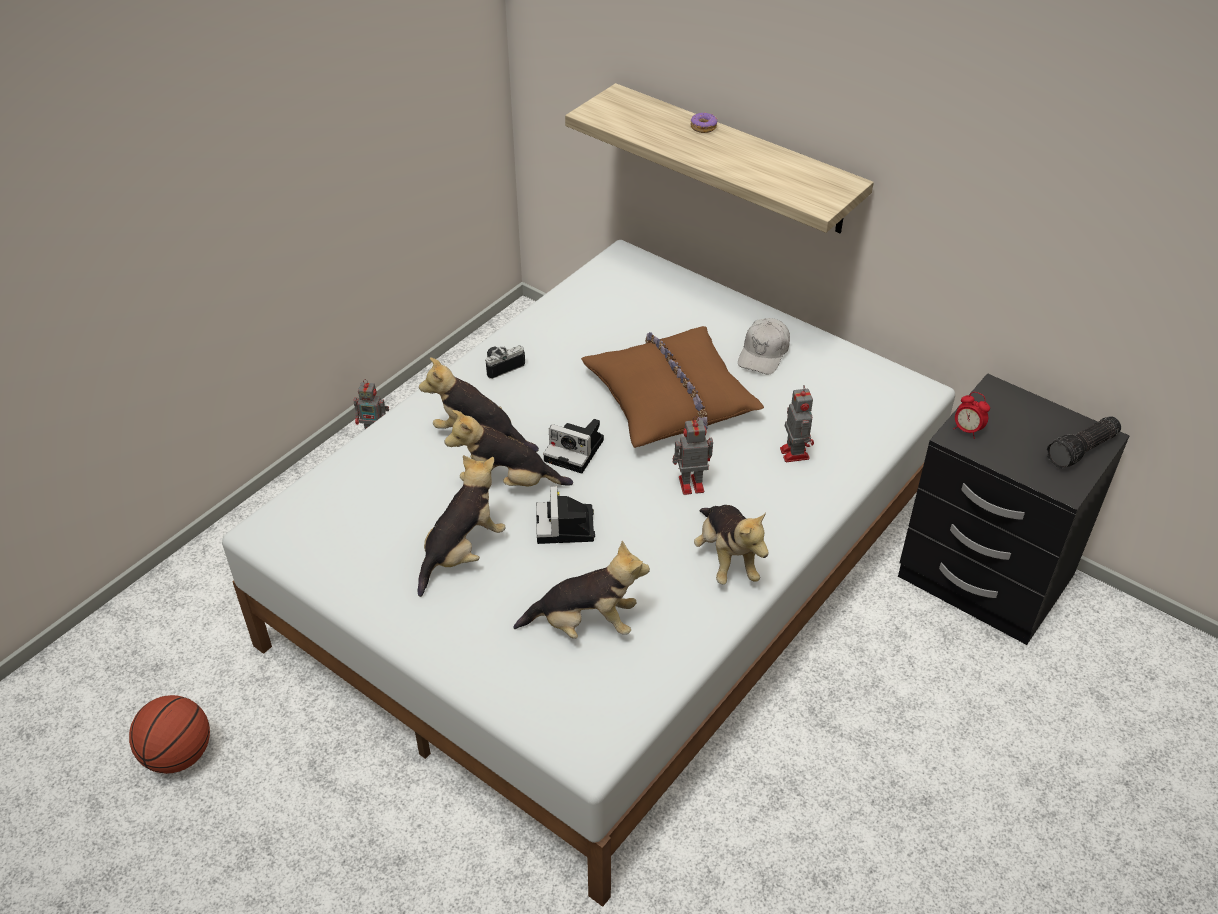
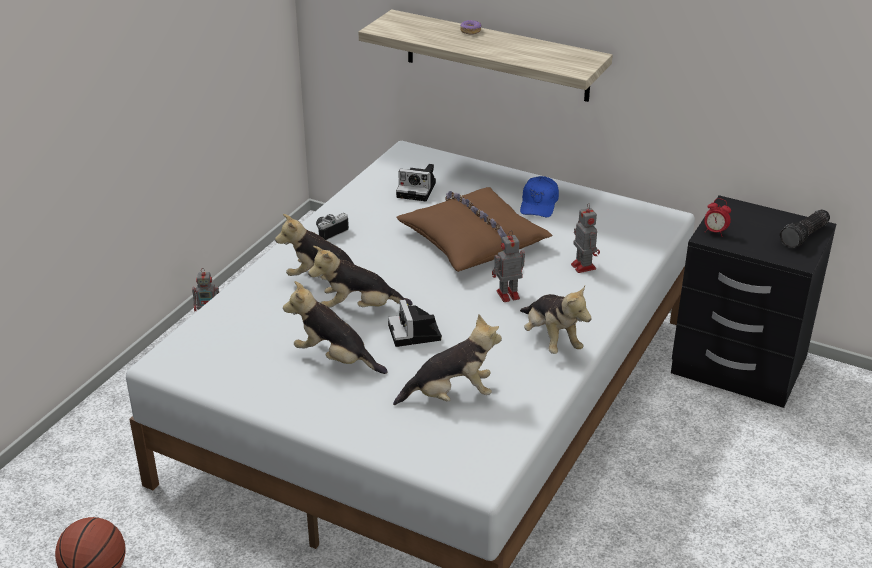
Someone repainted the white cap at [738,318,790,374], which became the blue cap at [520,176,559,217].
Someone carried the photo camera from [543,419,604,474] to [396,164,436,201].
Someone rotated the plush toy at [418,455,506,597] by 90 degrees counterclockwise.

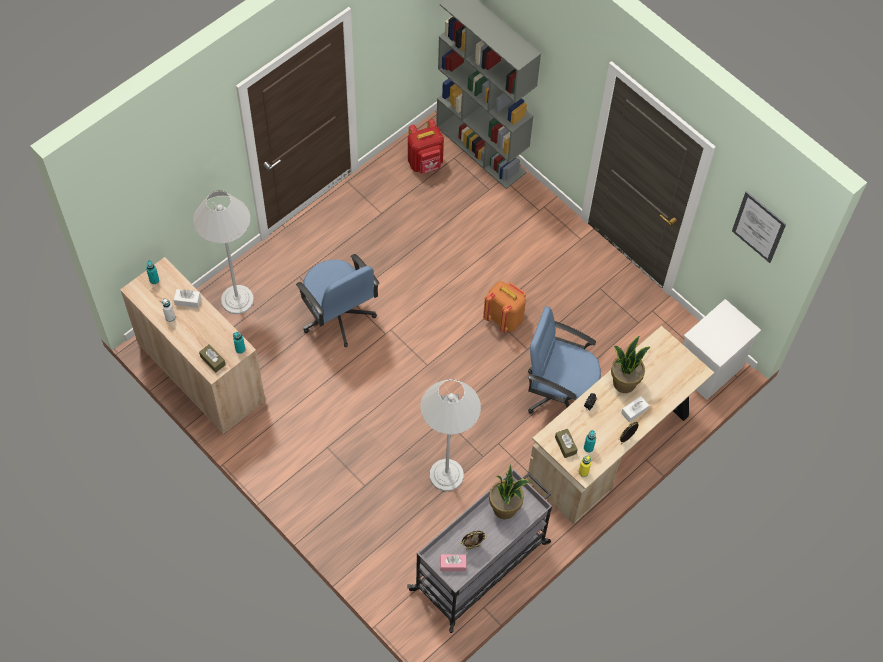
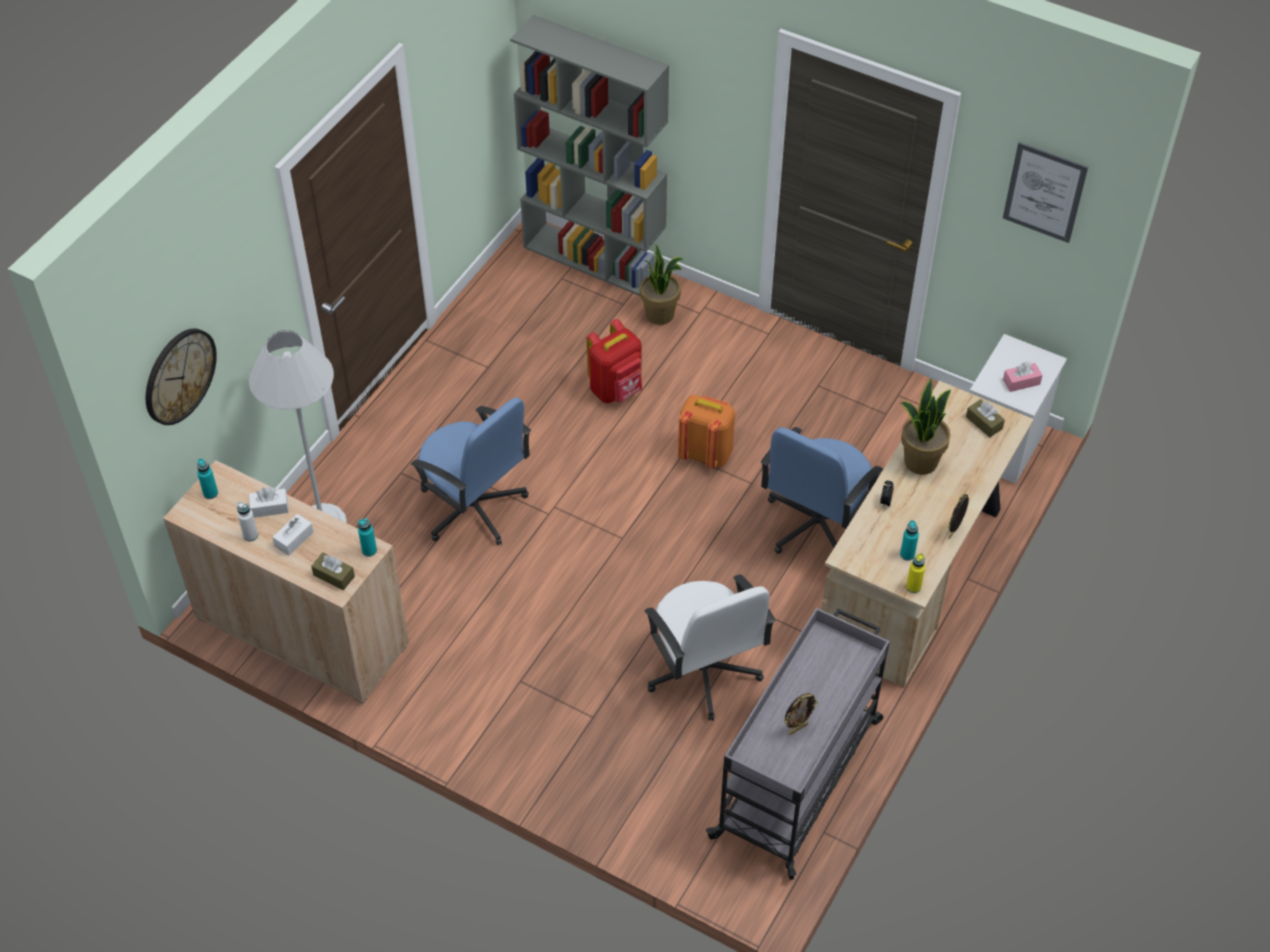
Someone carried the red backpack from [408,119,444,174] to [587,319,642,403].
Someone rotated the blue office chair at [528,306,601,414] by 60 degrees counterclockwise.
Someone swapped the white floor lamp at [420,379,481,492] for the white office chair at [644,574,775,721].
Someone carried the white tissue box from [621,396,649,423] to [272,514,314,556].
Someone carried the brown tissue box from [555,429,578,458] to [966,399,1005,437].
Someone carried the potted plant from [489,464,530,519] to [640,245,684,325].
Someone carried the pink tissue box from [440,554,467,571] to [1003,362,1043,392].
Someone put up the wall clock at [146,329,217,425].

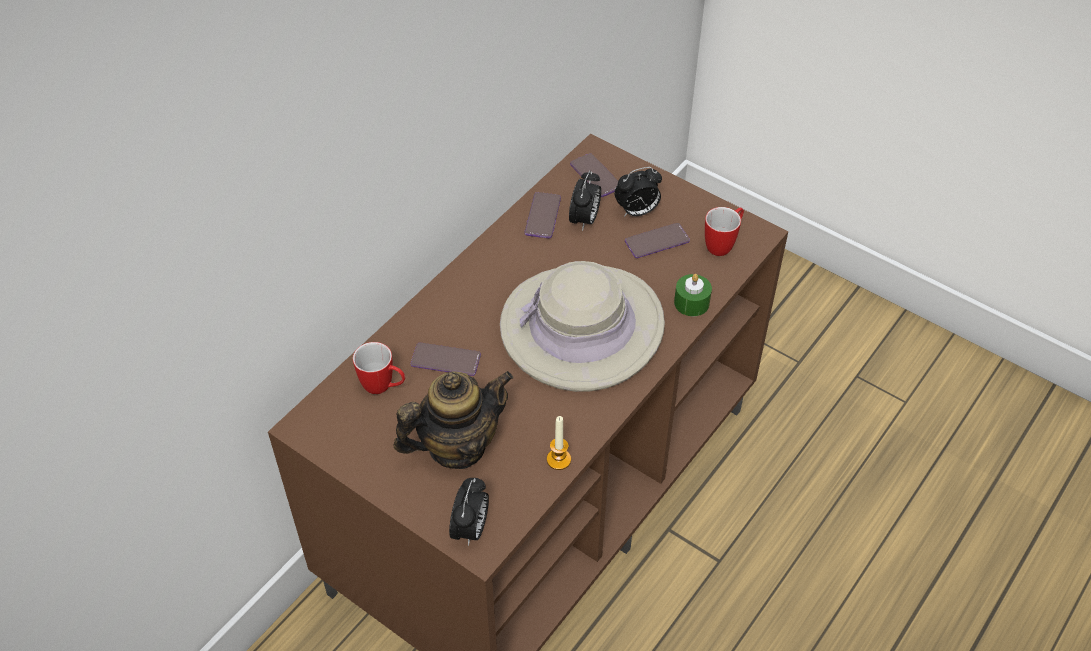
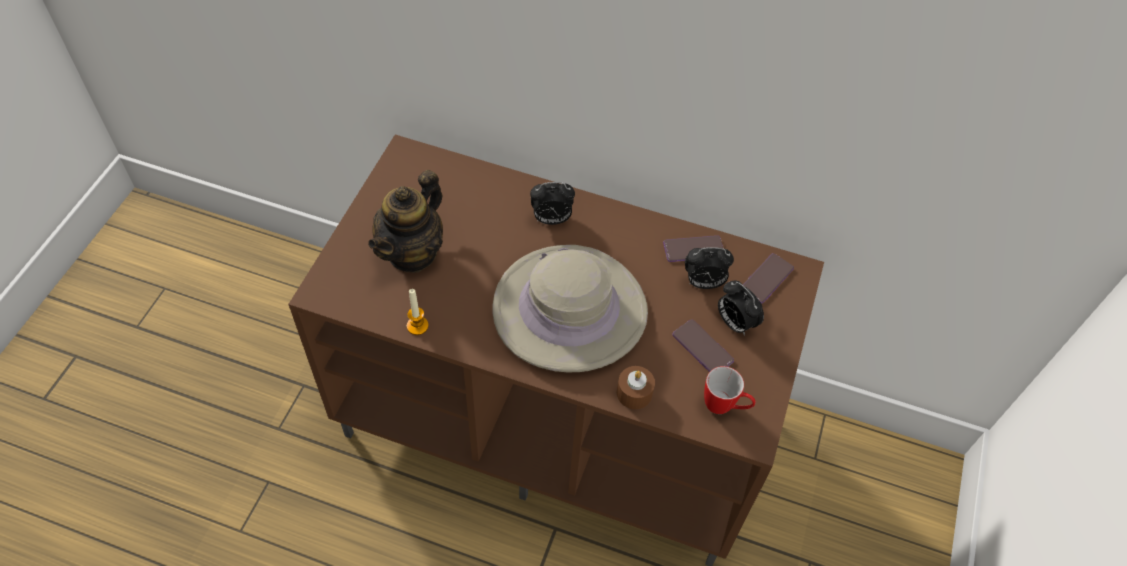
Someone repainted the green candle at [674,274,712,316], which became the brown candle at [617,366,655,409].
Someone took away the mug at [353,342,405,394].
Someone took away the phone at [411,343,481,376].
Someone rotated the teapot at [393,371,513,469] by 75 degrees clockwise.
Someone carried the alarm clock from [449,478,489,546] to [530,182,575,225].

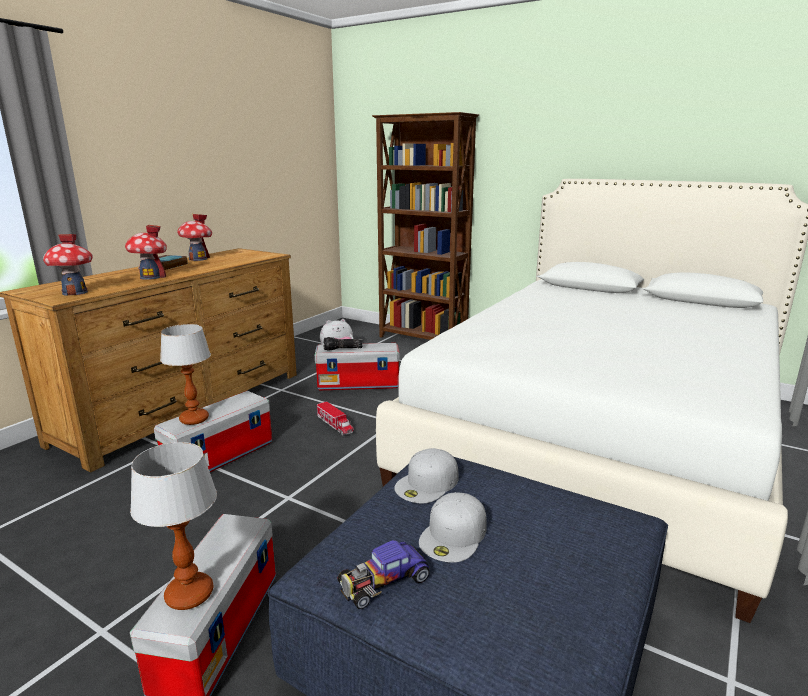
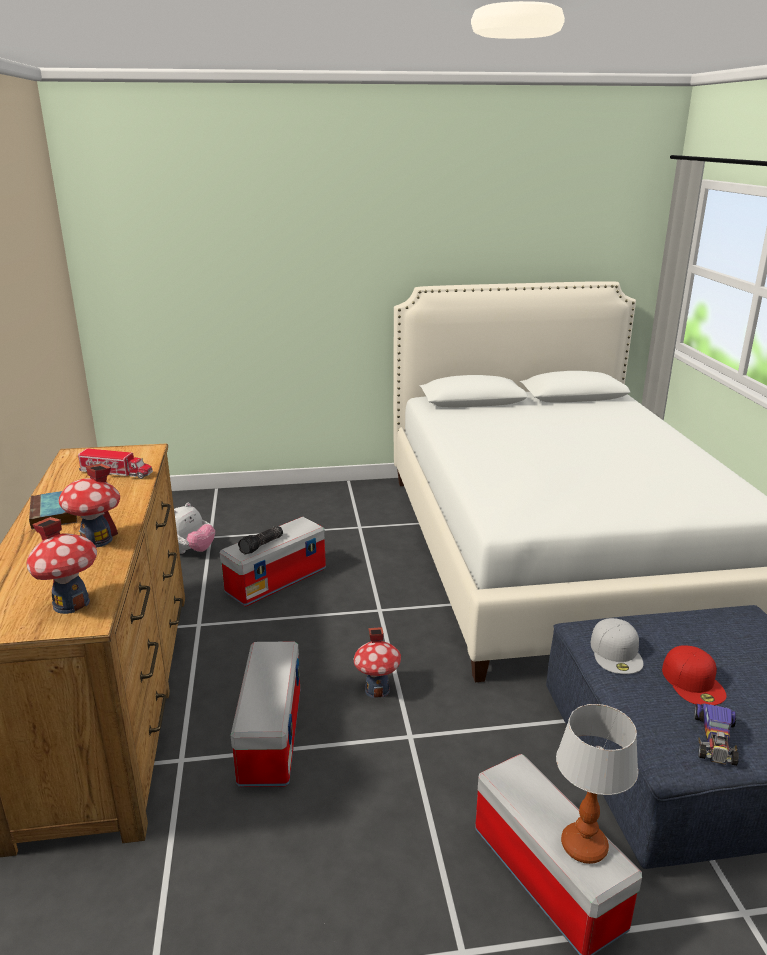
Someone took away the brown bookcase at [372,112,479,340].
Someone carried the toy house from [177,214,212,261] to [354,627,401,698].
Someone took away the table lamp at [160,324,211,425].
Someone carried the toy truck from [317,401,354,435] to [78,448,153,479].
Someone repainted the white cap at [419,492,487,563], which became the red cap at [662,645,727,705].

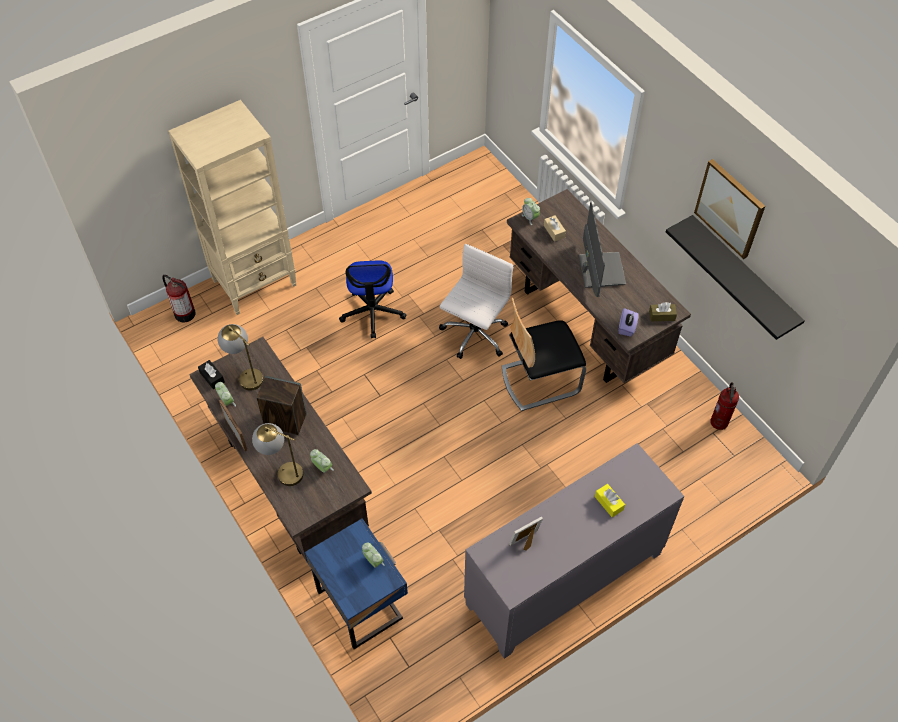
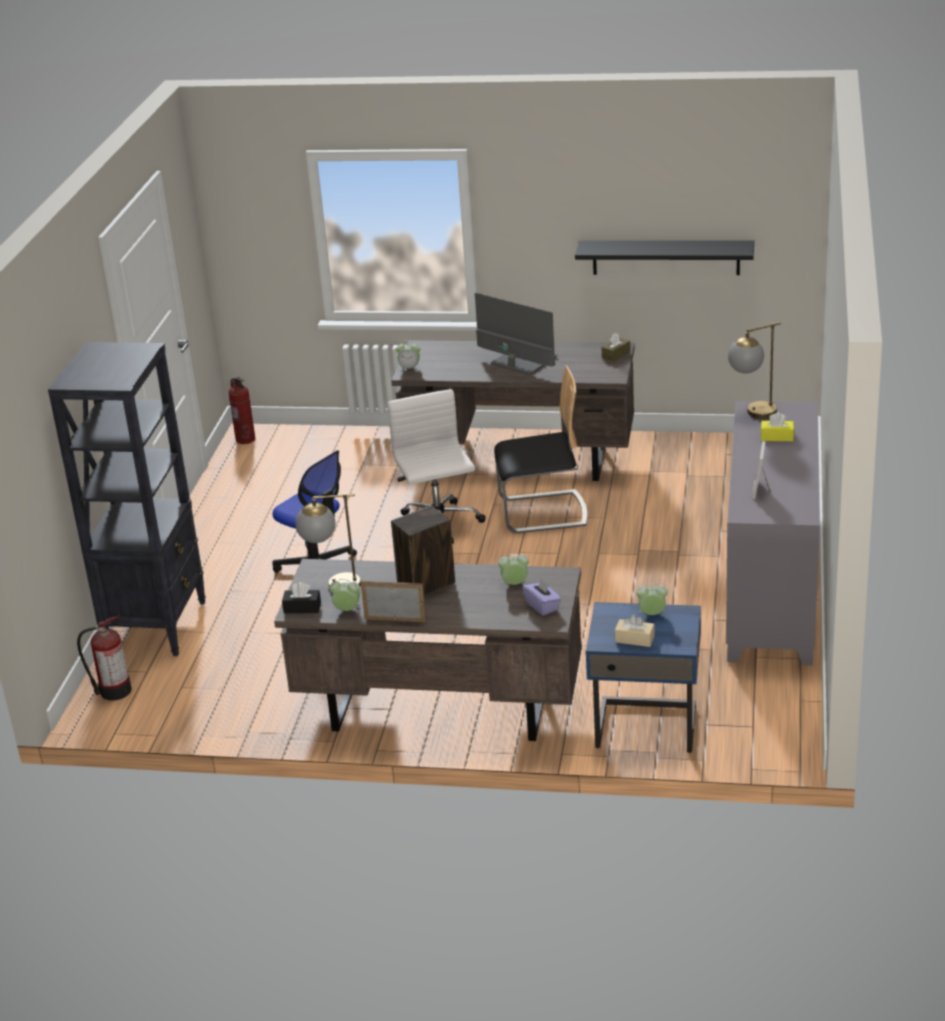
Someone repainted the beige bookcase at [168,100,296,315], which became the black bookcase at [48,342,206,656].
Someone took away the picture at [694,159,765,259].
Someone carried the beige tissue box from [544,215,566,242] to [615,615,655,647].
Someone rotated the chair at [502,298,586,411] by 120 degrees counterclockwise.
Someone carried the purple tissue box from [619,308,638,337] to [522,579,561,616].
Someone carried the fire extinguisher from [710,382,739,430] to [229,377,255,444].
Someone carried the table lamp from [252,423,303,486] to [728,322,781,419].

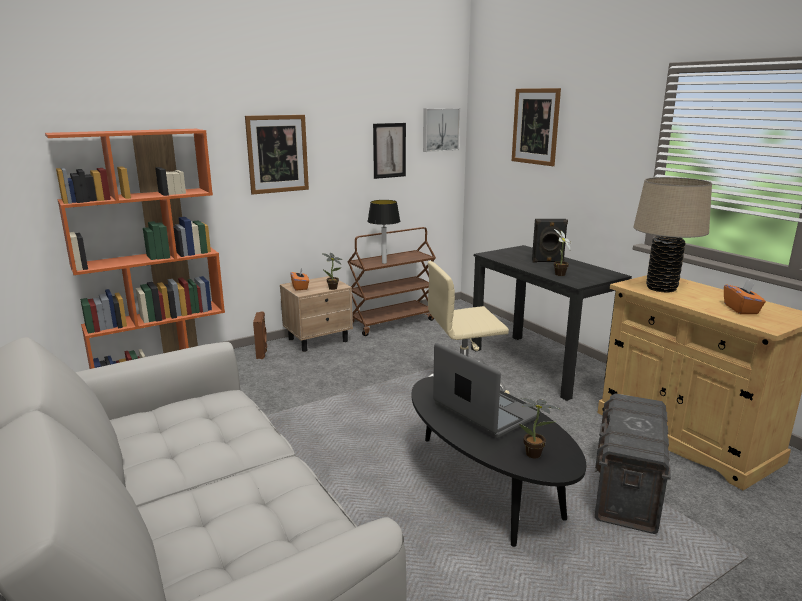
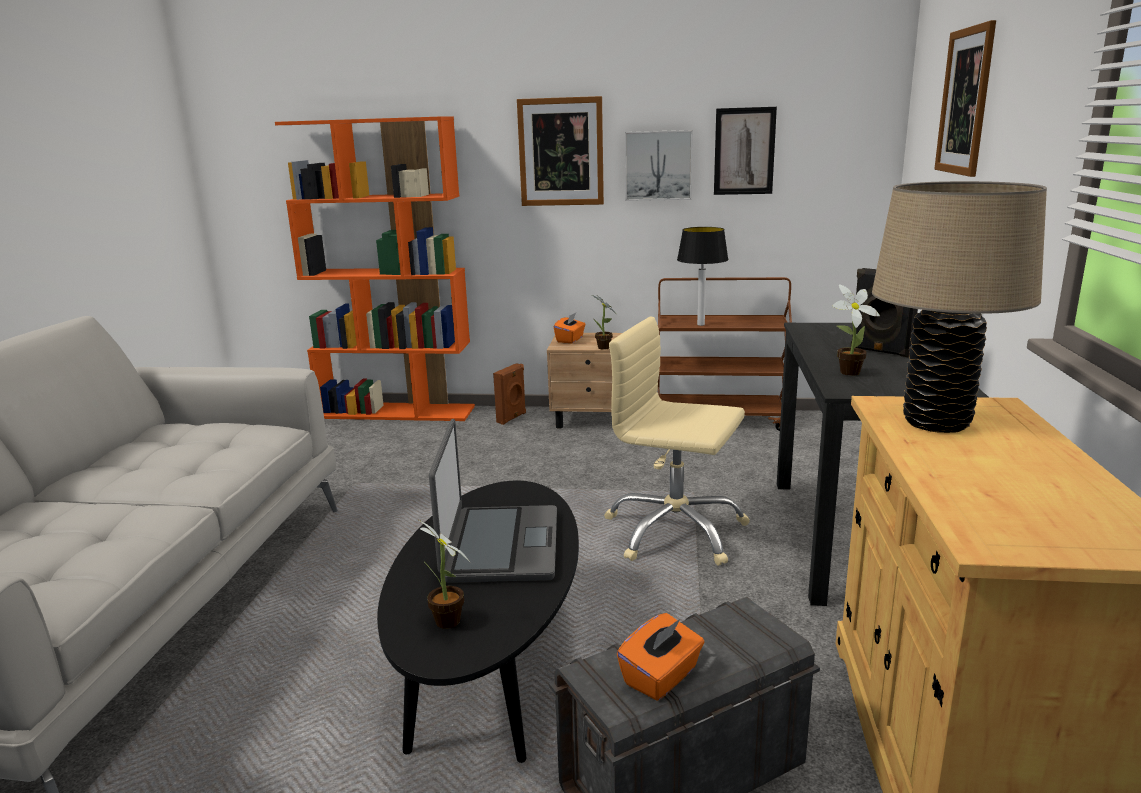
Someone carried the picture from [423,108,460,152] to [625,130,693,201].
Someone carried the orange tissue box from [724,279,766,314] to [617,613,704,701].

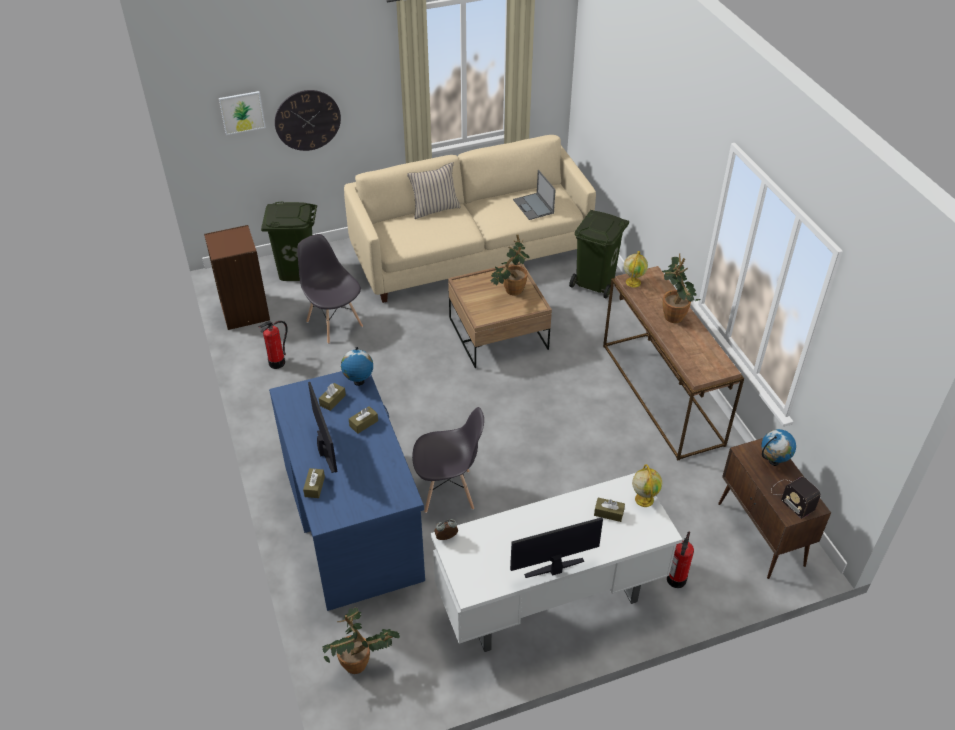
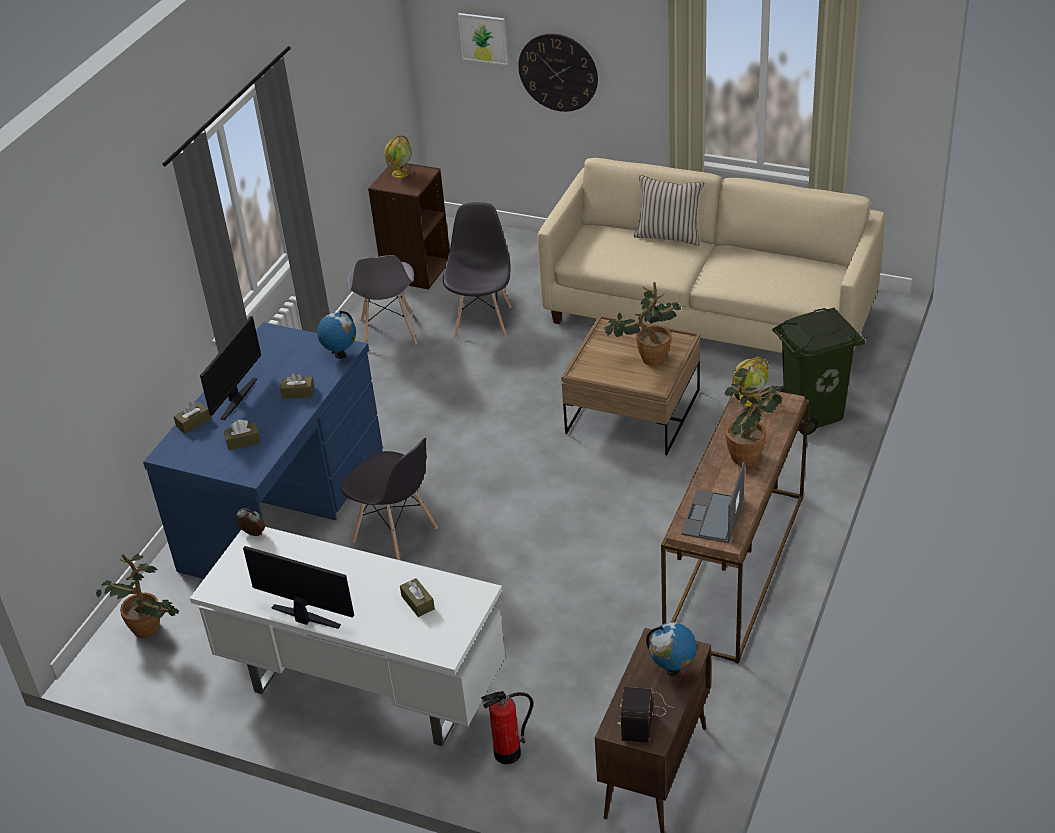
Someone carried the laptop from [513,170,556,220] to [681,461,745,543].
Someone took away the green trash can at [261,201,317,281].
Someone swapped the fire extinguisher at [258,321,288,369] for the grey chair at [347,255,417,344].
Someone carried the brown tissue box from [319,383,346,411] to [224,420,260,450].
Someone carried the globe from [632,464,662,507] to [384,135,412,178].

